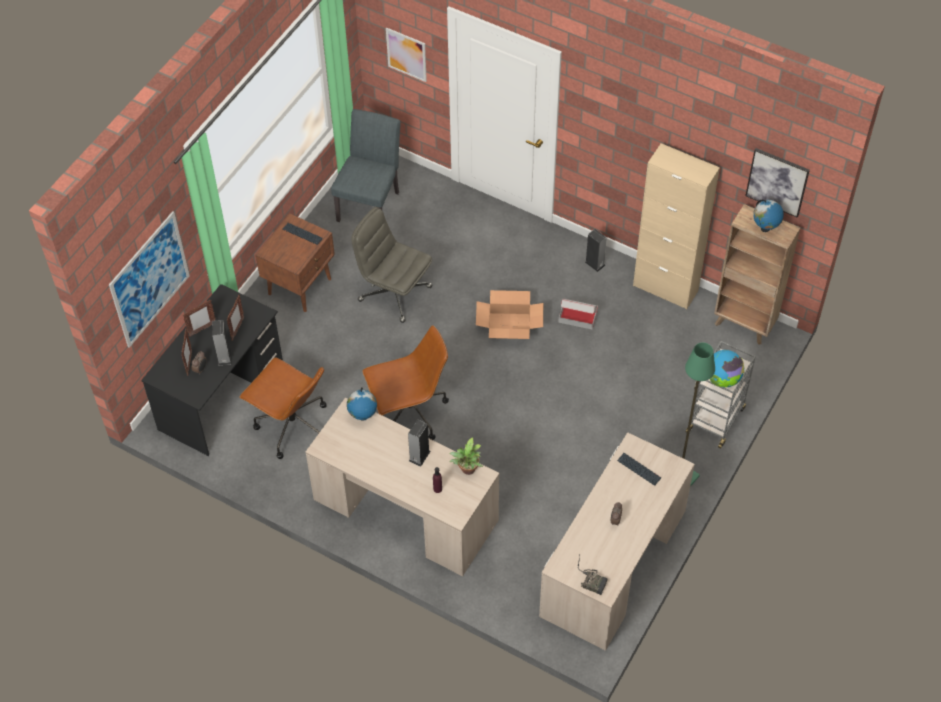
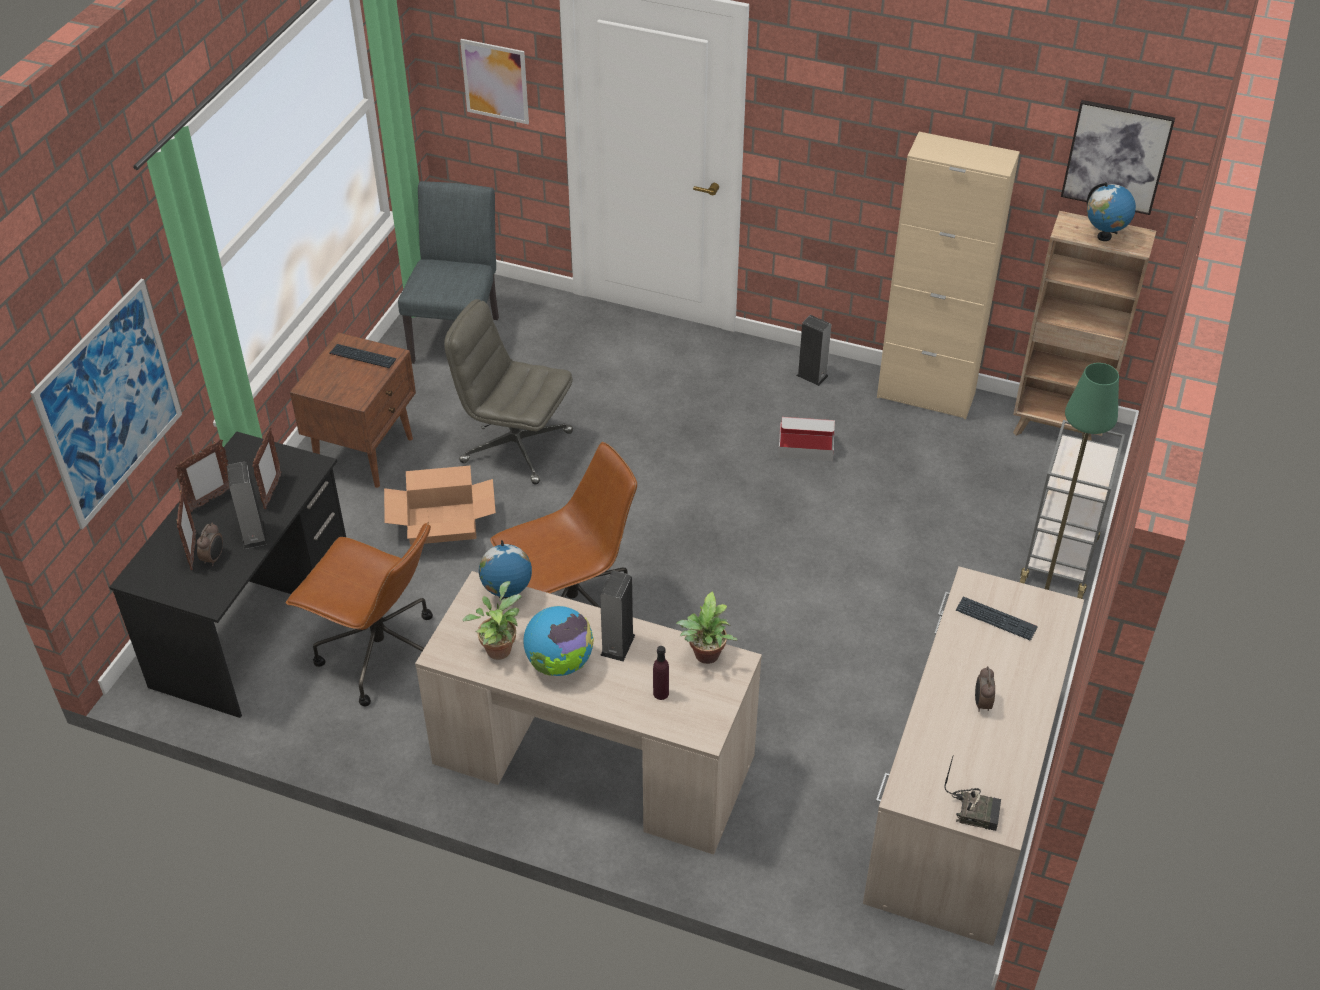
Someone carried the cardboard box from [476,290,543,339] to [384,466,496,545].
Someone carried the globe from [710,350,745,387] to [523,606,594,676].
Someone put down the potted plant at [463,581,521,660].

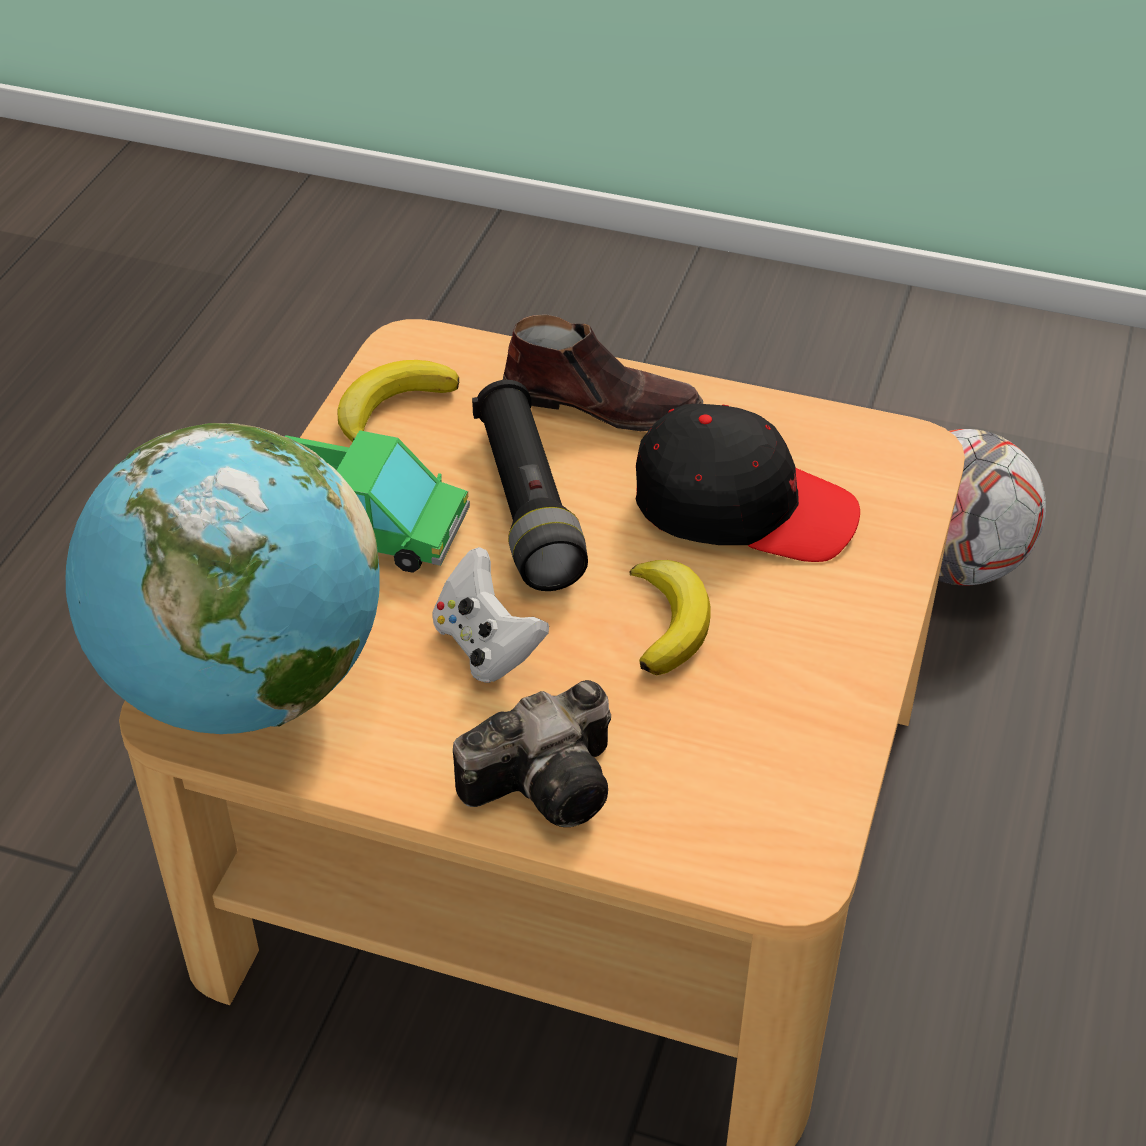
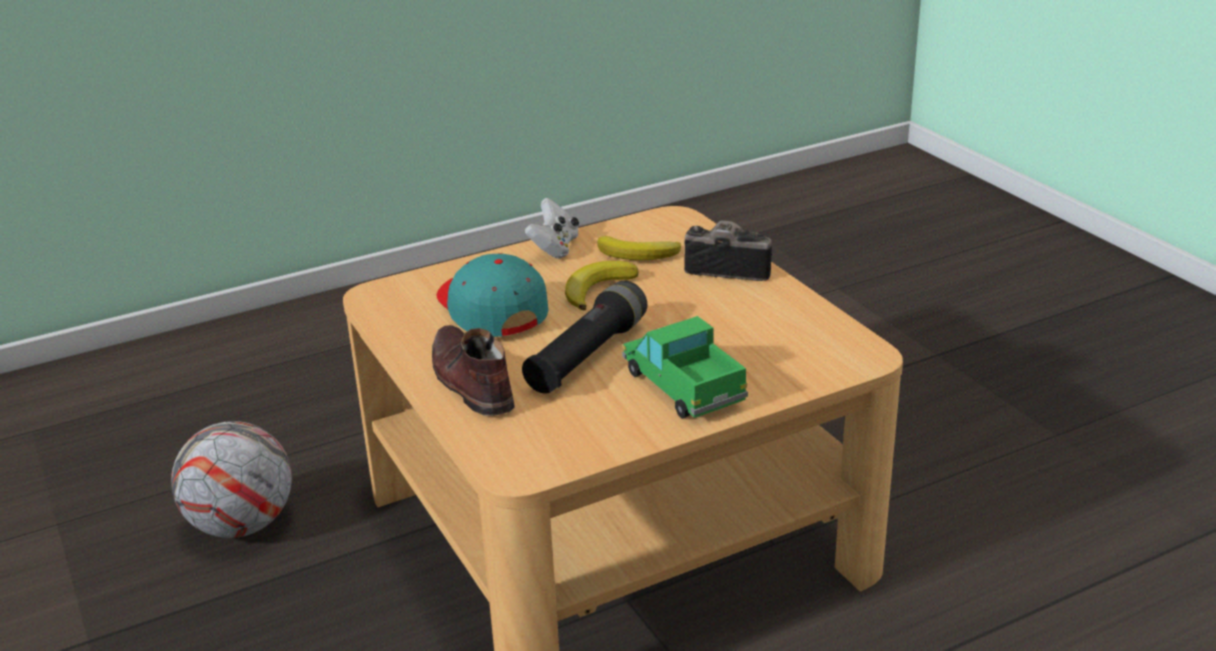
Someone carried the banana from [338,360,459,442] to [597,236,681,260].
Someone repainted the black cap at [636,404,860,562], which became the turquoise cap at [436,253,549,337].
Someone took away the globe at [66,423,379,734].
Someone carried the white game controller from [432,547,549,683] to [524,198,579,259].

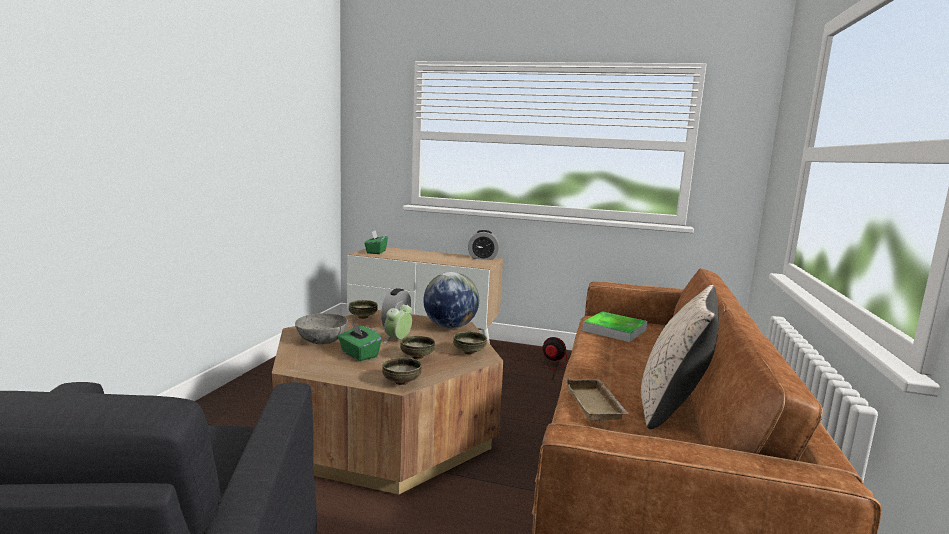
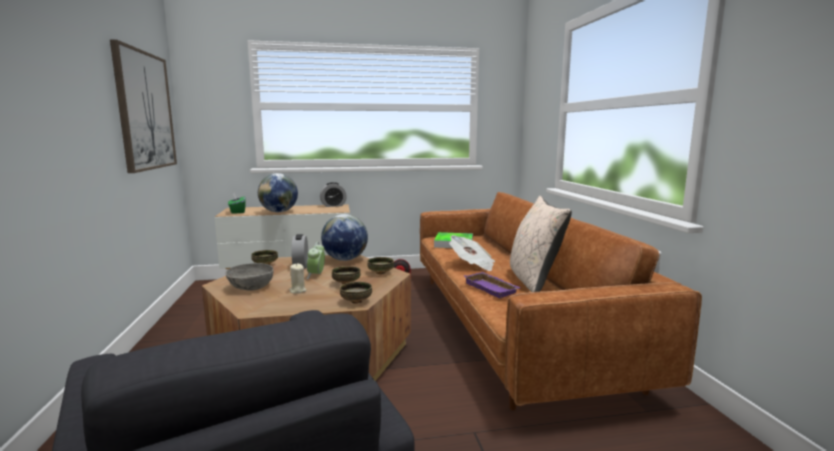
Someone swapped the green tissue box at [338,323,382,361] for the beige candle at [289,264,306,294].
Someone repainted the beige tray at [564,378,629,422], which became the purple tray at [464,272,520,298].
Someone put up the picture at [110,39,177,173].
Someone put down the globe at [258,173,298,212].
Someone put down the newspaper at [449,235,495,271].

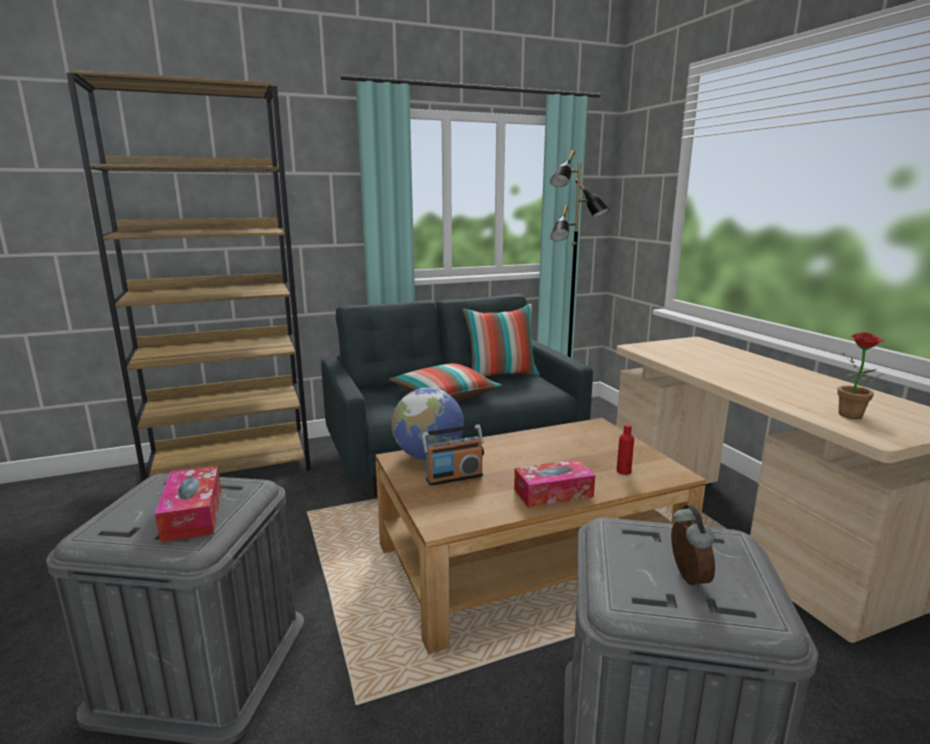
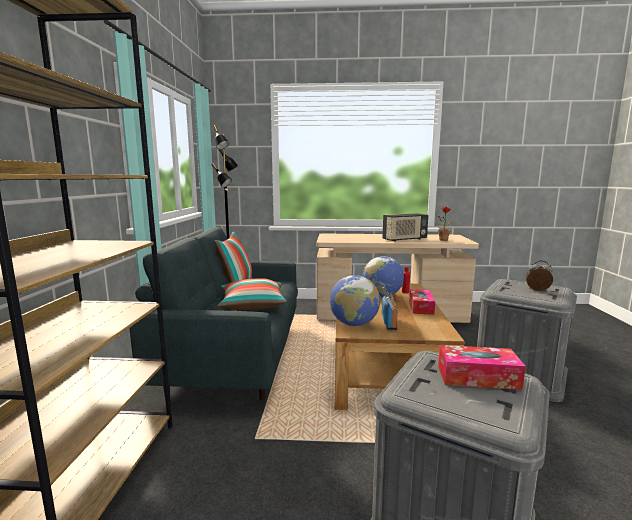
Someone put down the radio at [382,213,428,242].
Someone put down the globe at [363,256,404,297].

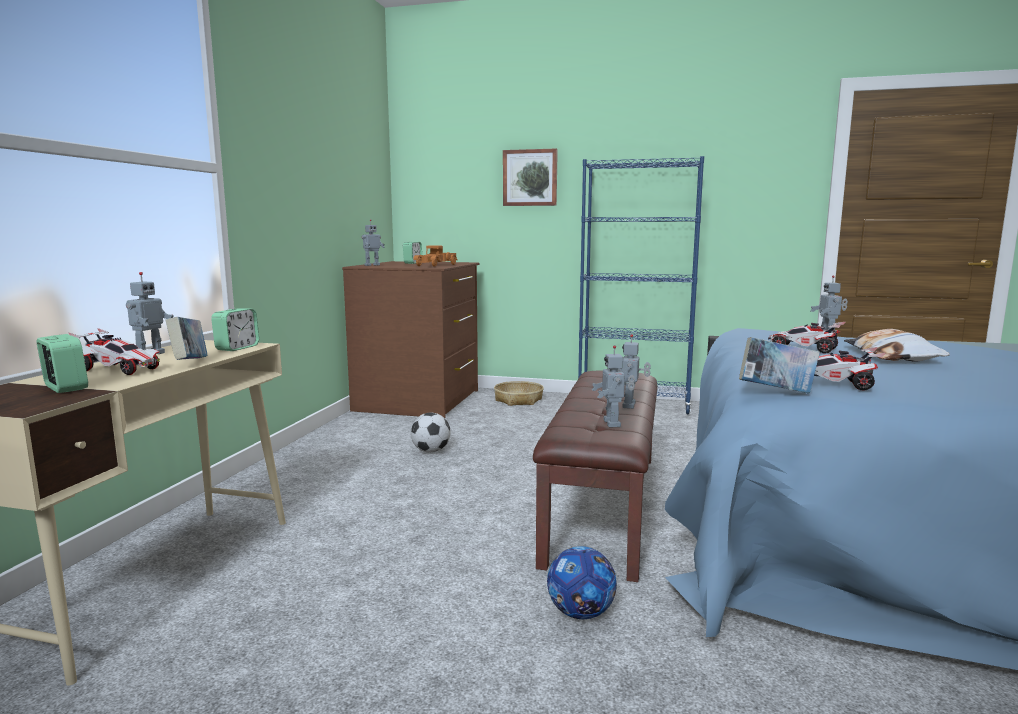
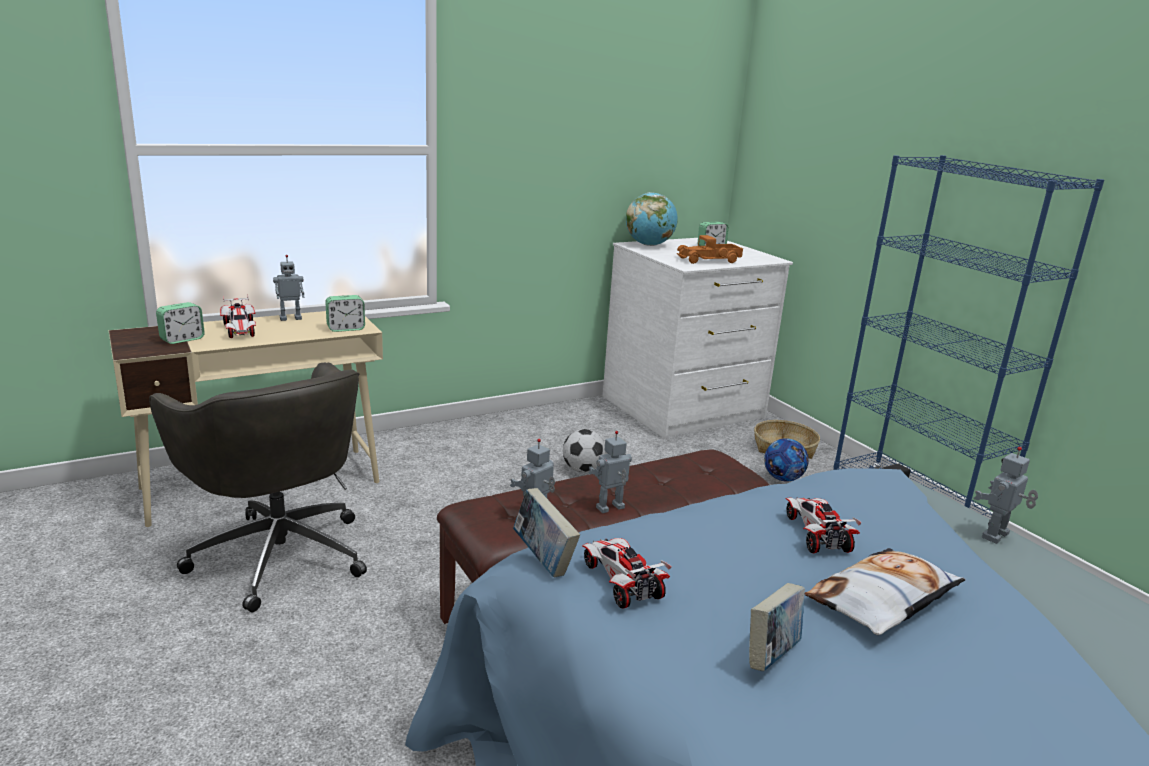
Someone took away the picture at [503,148,558,206].
Someone swapped the toy robot at [362,219,385,266] for the globe at [626,192,678,246].
Someone repainted the brown dresser at [342,261,479,418], which became the white dresser at [603,238,793,439].
Someone carried the book from [165,317,207,360] to [749,583,805,671].
Someone rotated the alarm clock at [36,334,88,393] by 45 degrees clockwise.
Someone carried the football from [547,546,617,619] to [764,438,809,482].
Someone put down the grey office chair at [149,363,367,612].

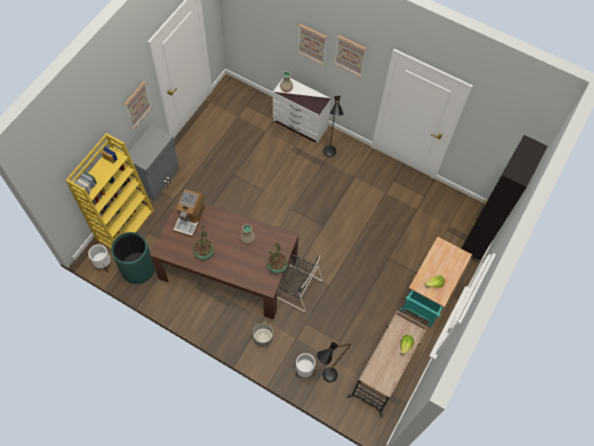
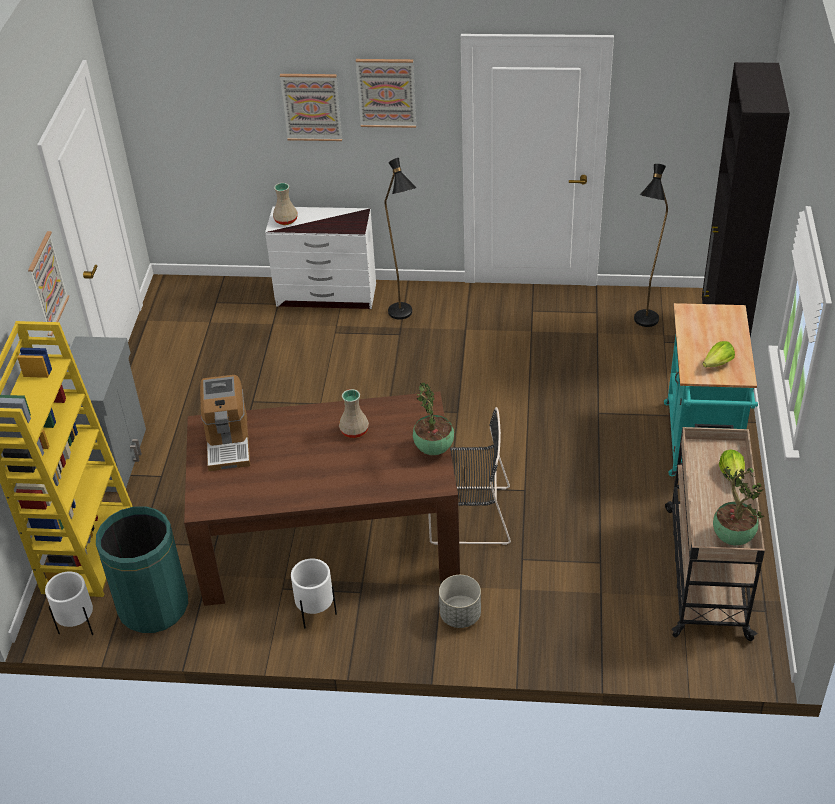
Someone carried the potted plant from [193,226,214,260] to [713,467,764,545].
Someone carried the black floor lamp from [317,342,351,382] to [634,164,668,327].
Someone carried the white planter from [295,353,315,377] to [291,559,337,628].

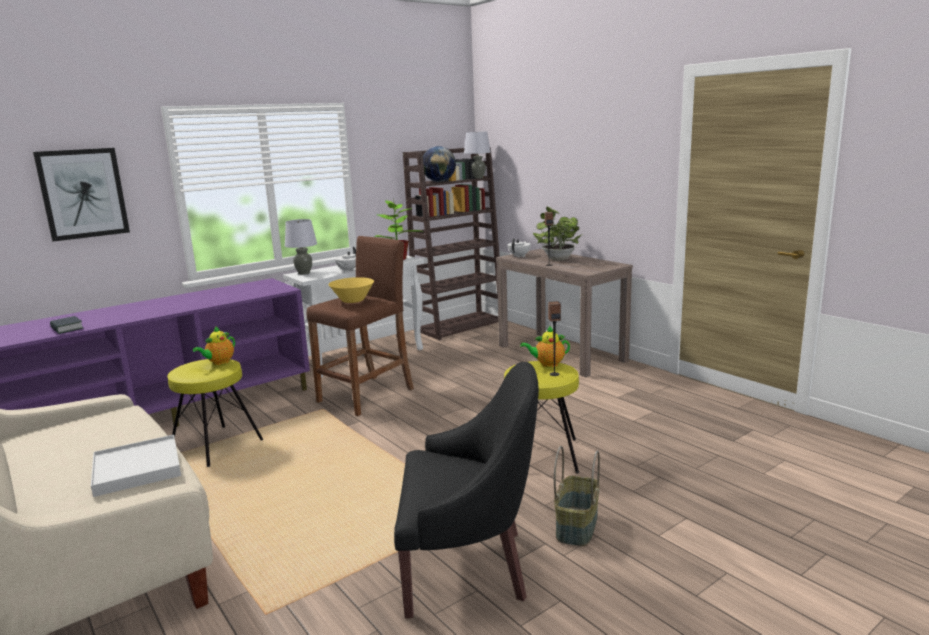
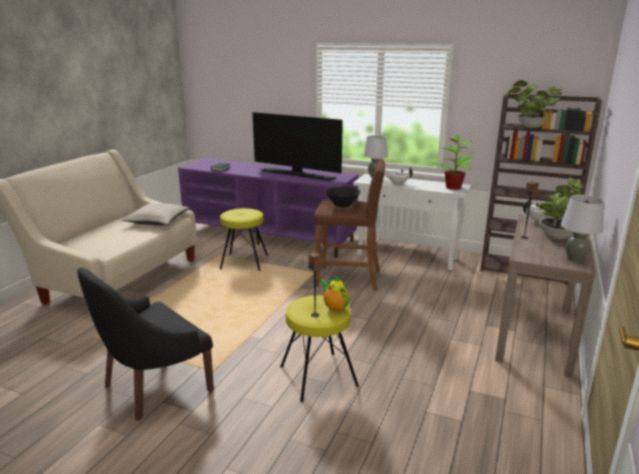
Someone carried the grey table lamp from [464,132,491,179] to [561,195,604,262].
Someone swapped the globe at [423,146,456,182] for the potted plant at [505,80,562,128].
Someone took away the picture at [33,148,130,242].
Someone repainted the yellow bowl at [329,277,374,303], which became the black bowl at [326,187,361,207].
Someone took away the teapot at [193,326,235,365].
Someone rotated the black armchair at [394,362,539,618] by 75 degrees clockwise.
Someone took away the white tray at [91,435,181,497].
Someone took away the basket at [554,446,600,546].
Someone put down the television at [252,112,343,181].
Someone put down the beige pillow at [121,203,189,225].

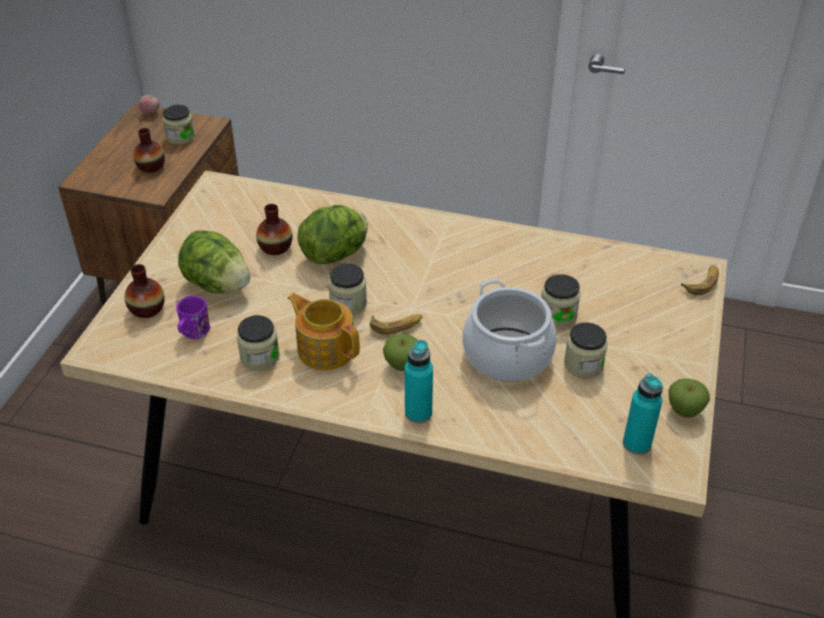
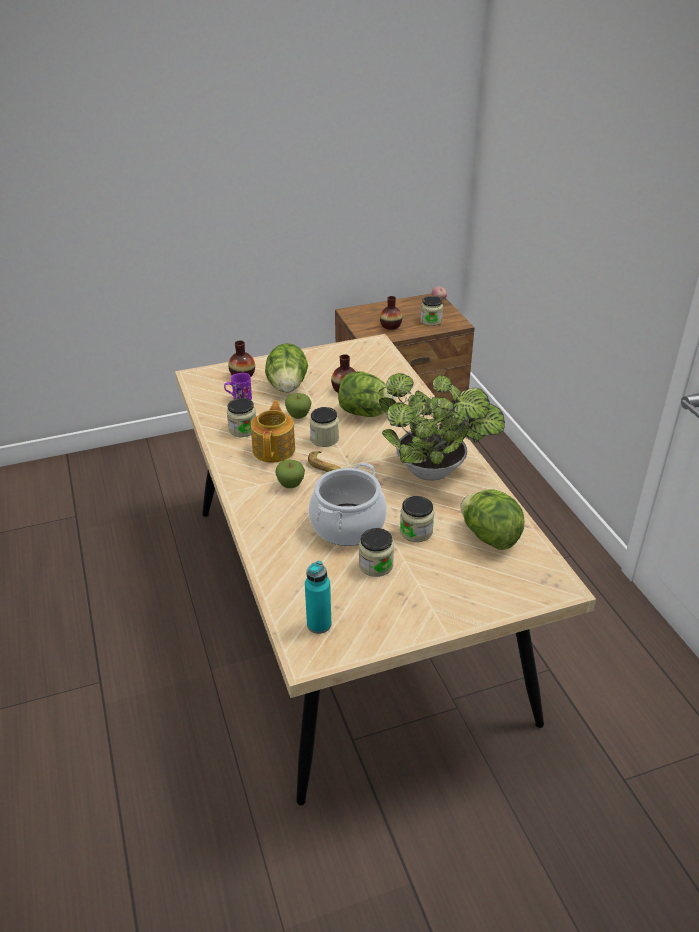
Someone took away the banana at [681,265,719,295].
Someone took away the turquoise bottle at [405,340,433,423].
Someone carried the apple from [668,378,710,418] to [285,393,311,419].
Someone put down the potted plant at [378,373,505,481].
Someone put down the lettuce at [460,489,524,550].

